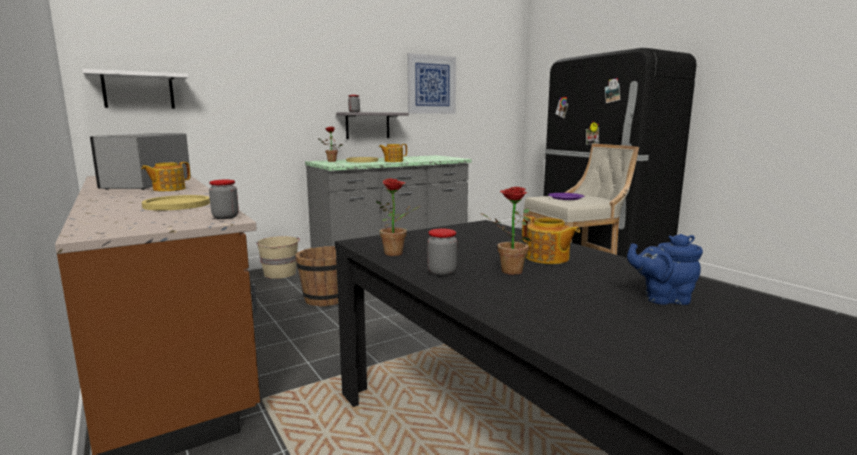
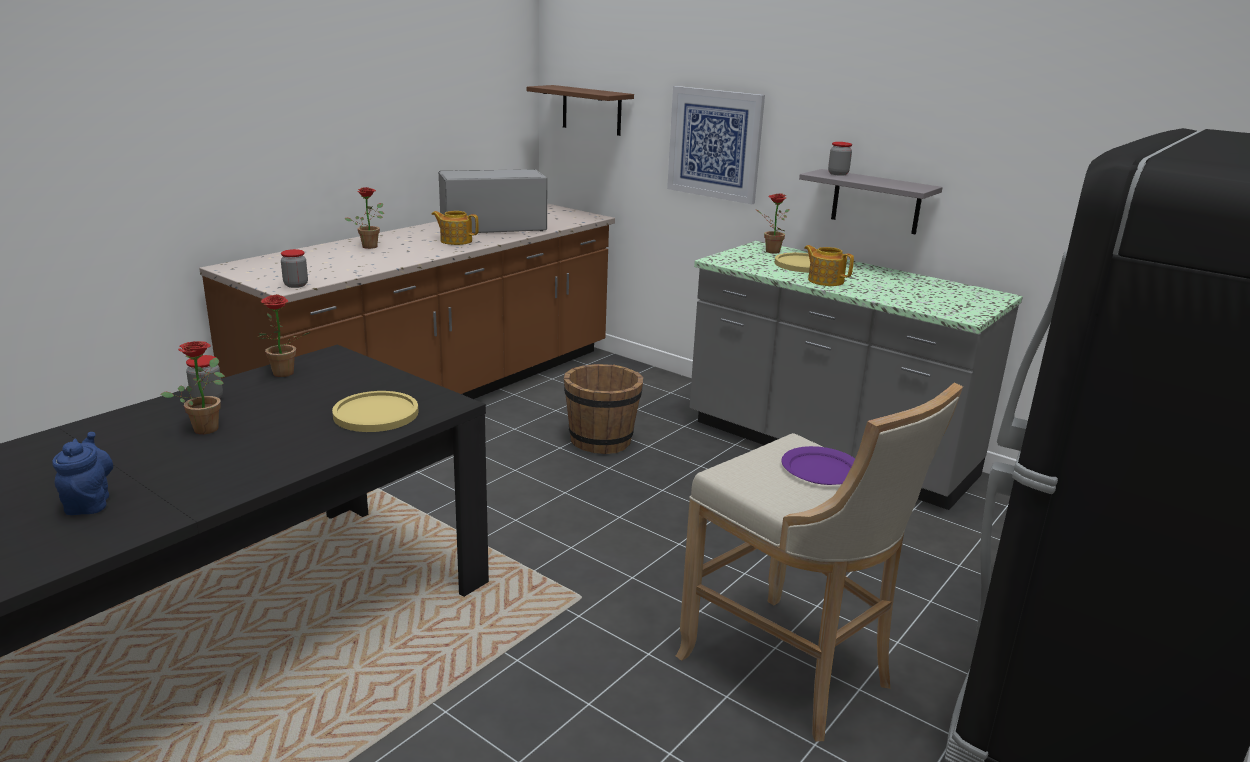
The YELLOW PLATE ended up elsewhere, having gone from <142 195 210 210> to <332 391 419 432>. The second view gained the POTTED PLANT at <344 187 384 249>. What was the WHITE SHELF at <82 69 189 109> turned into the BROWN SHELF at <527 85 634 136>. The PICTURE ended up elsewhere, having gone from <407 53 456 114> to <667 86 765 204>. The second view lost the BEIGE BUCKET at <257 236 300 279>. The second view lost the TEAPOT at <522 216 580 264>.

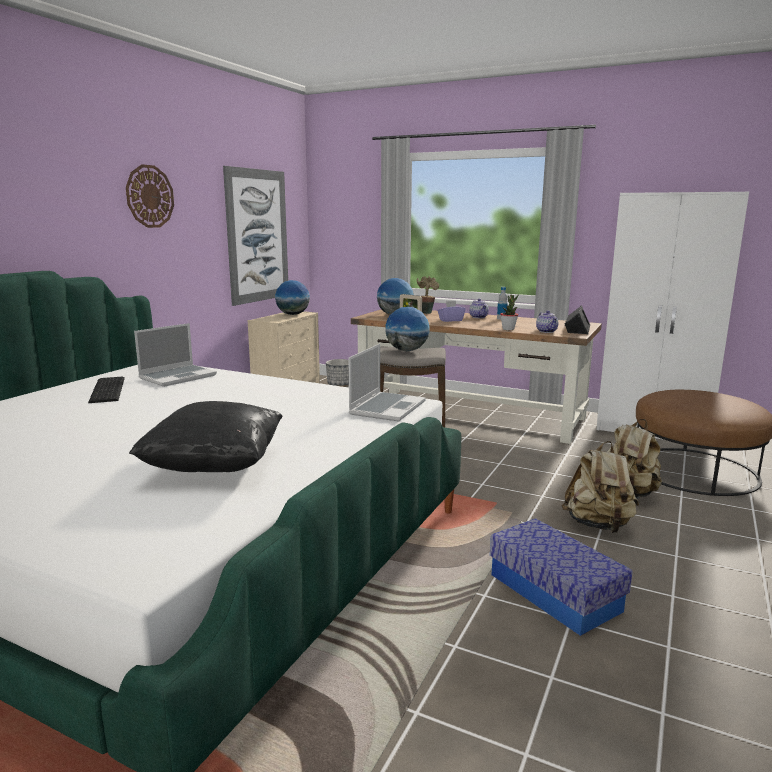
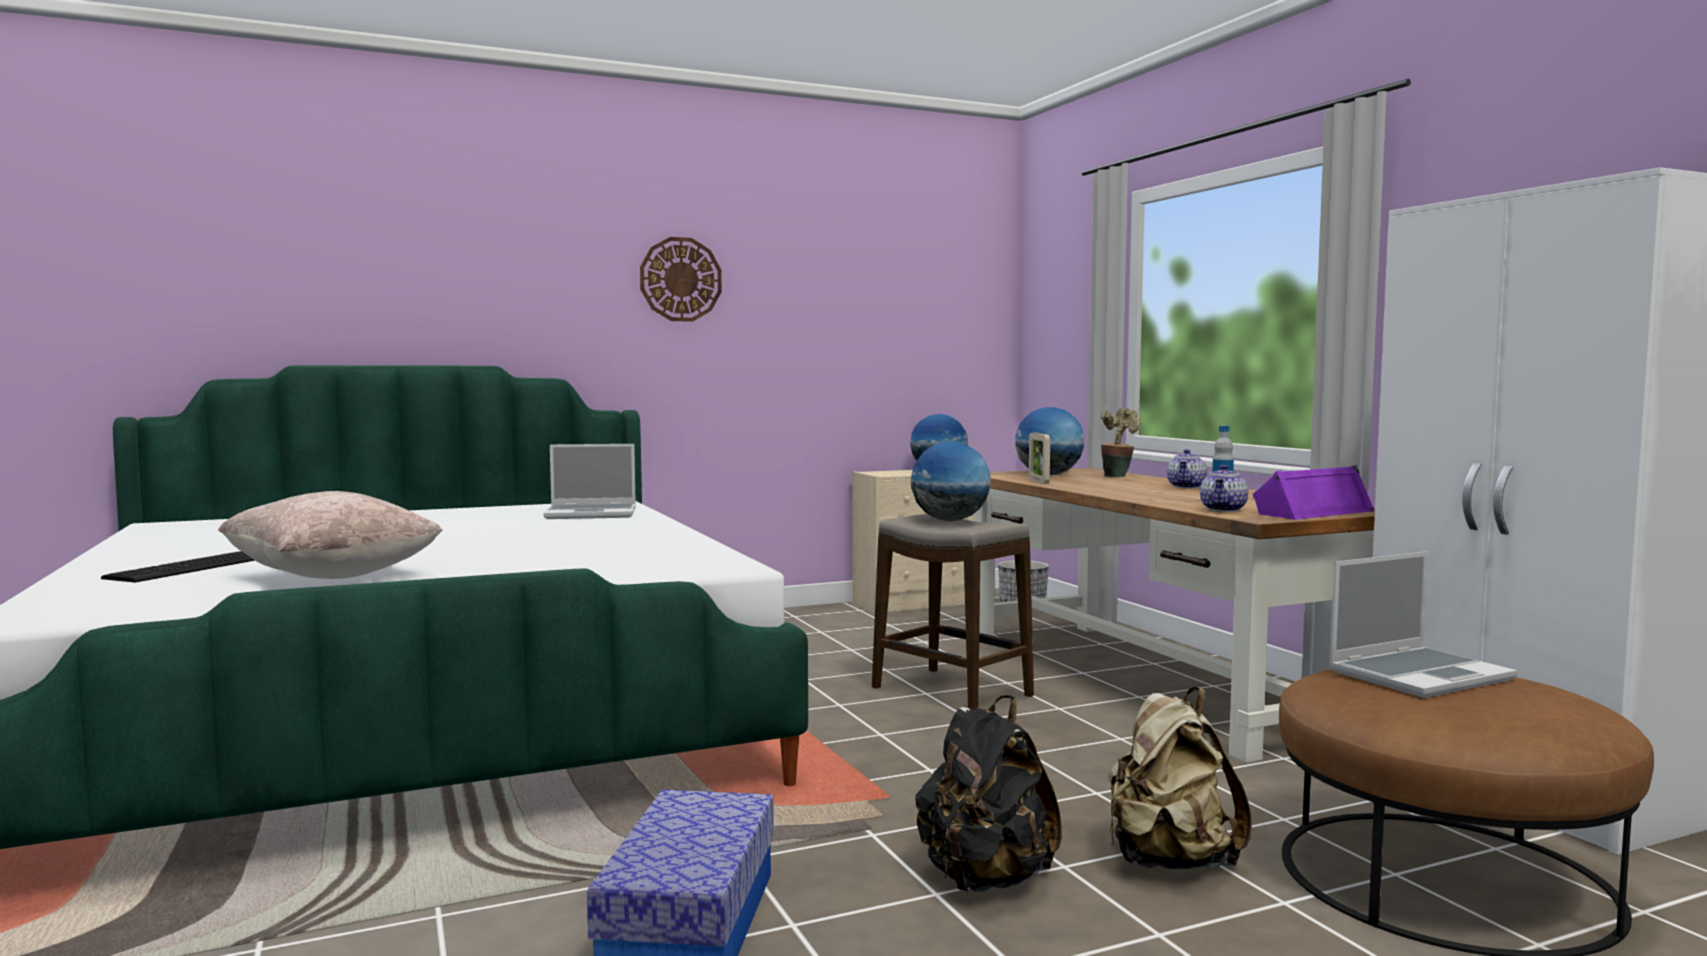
The KEYBOARD ended up elsewhere, having gone from <88 377 125 403> to <101 551 255 583>. What was the BLACK PILLOW at <129 401 283 472> turned into the BEIGE PILLOW at <218 491 443 579>. What was the BEIGE BACKPACK at <561 441 639 533> turned into the BLACK BACKPACK at <915 695 1062 892>. What was the BLACK SPEAKER at <565 305 590 334> turned into the PURPLE SPEAKER at <1252 465 1375 520>. The LAPTOP ended up elsewhere, having gone from <349 344 426 422> to <1329 551 1518 698>. The second view lost the PICTURE at <223 166 288 306>. The second view lost the PURPLE TISSUE BOX at <438 301 466 322>. The second view lost the POTTED PLANT at <500 294 519 330>.

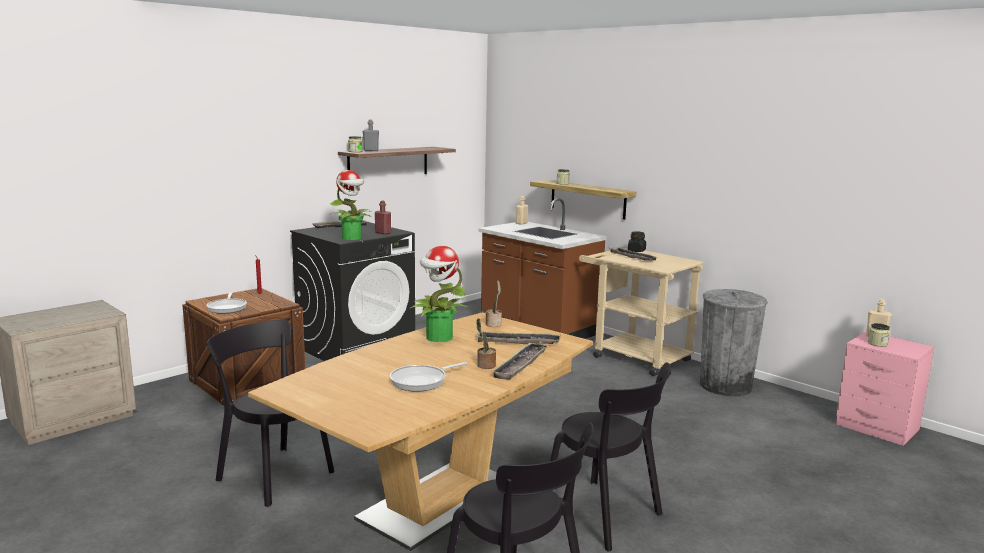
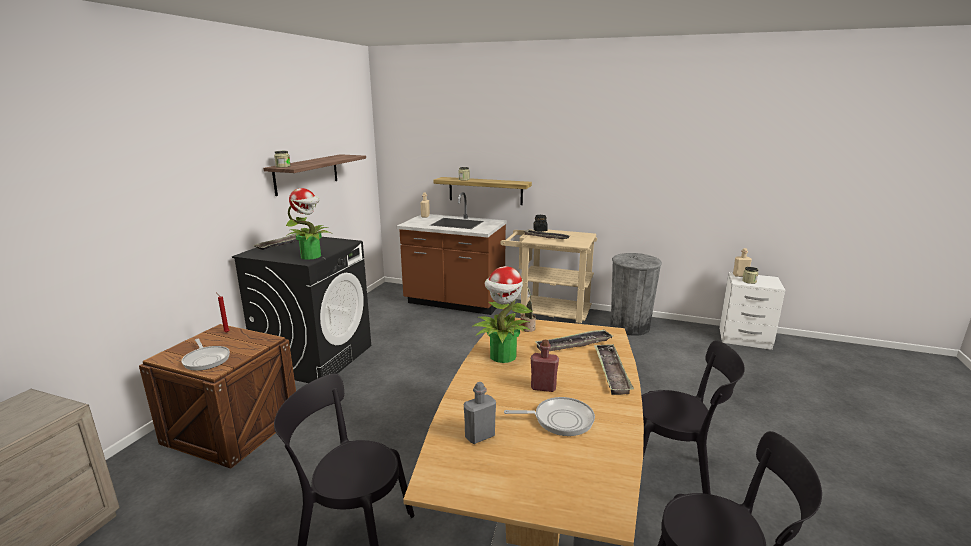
The GREY BOTTLE ended up elsewhere, having gone from <363 120 379 151> to <464 382 496 444>. The FRYING PAN at <390 362 467 392> ended up facing another way, 120 degrees counterclockwise from before. The RED BOTTLE ended up elsewhere, having gone from <375 201 391 234> to <531 340 559 392>. What was the PINK NIGHTSTAND at <836 332 934 446> turned into the WHITE NIGHTSTAND at <719 272 785 350>. The second view lost the POTTED PLANT at <476 318 496 369>.

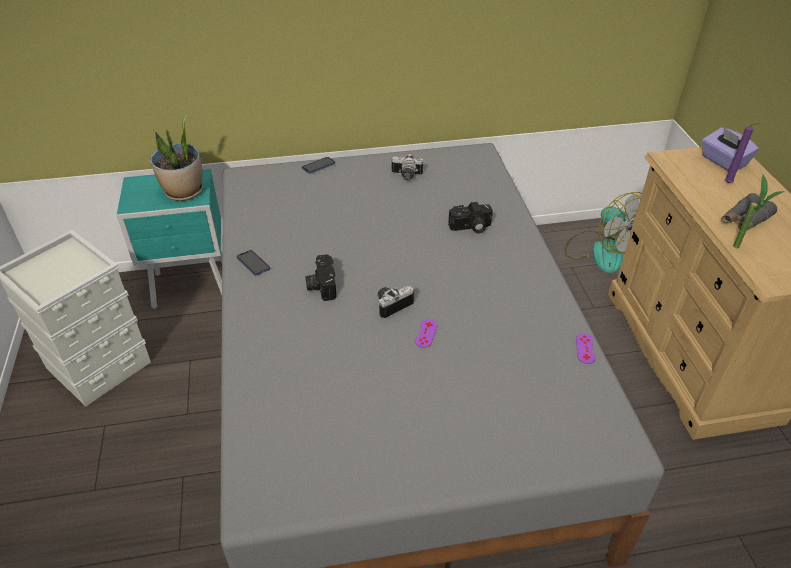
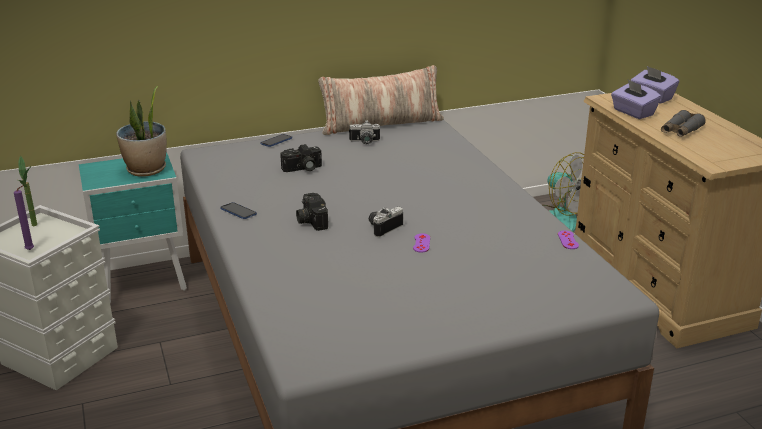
The PURPLE CANDLE ended up elsewhere, having gone from <725 123 760 183> to <14 185 34 250>. The POTTED PLANT ended up elsewhere, having gone from <733 175 784 248> to <18 156 37 226>. The PHOTO CAMERA ended up elsewhere, having gone from <448 202 493 233> to <280 144 322 172>. The second view gained the PILLOW at <318 65 444 135>. The second view gained the PURPLE TISSUE BOX at <611 80 661 119>.

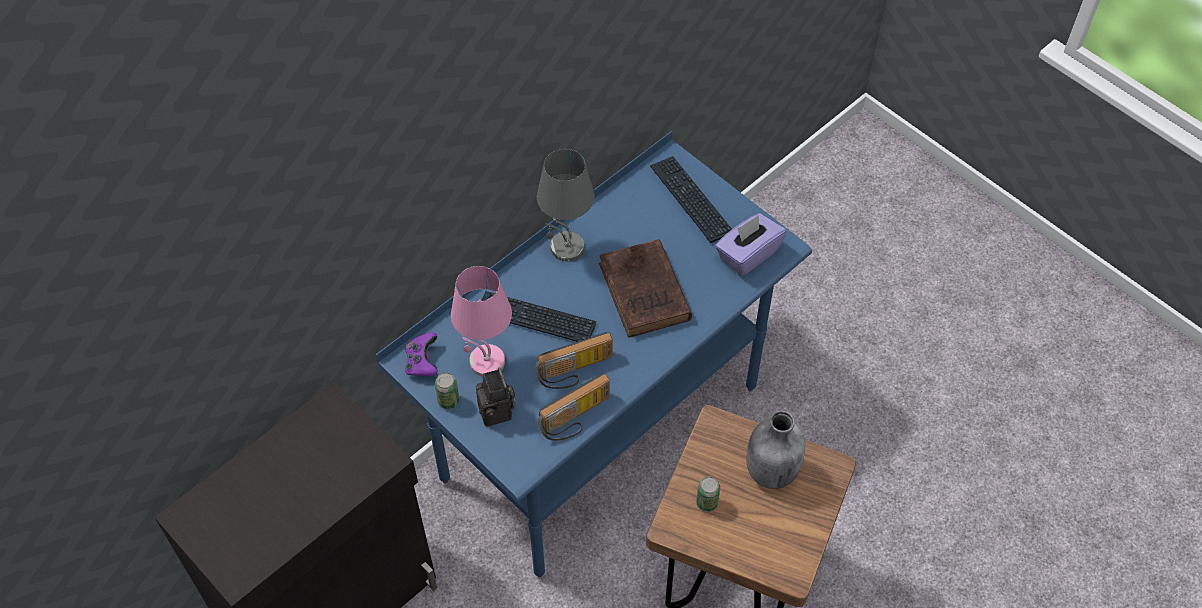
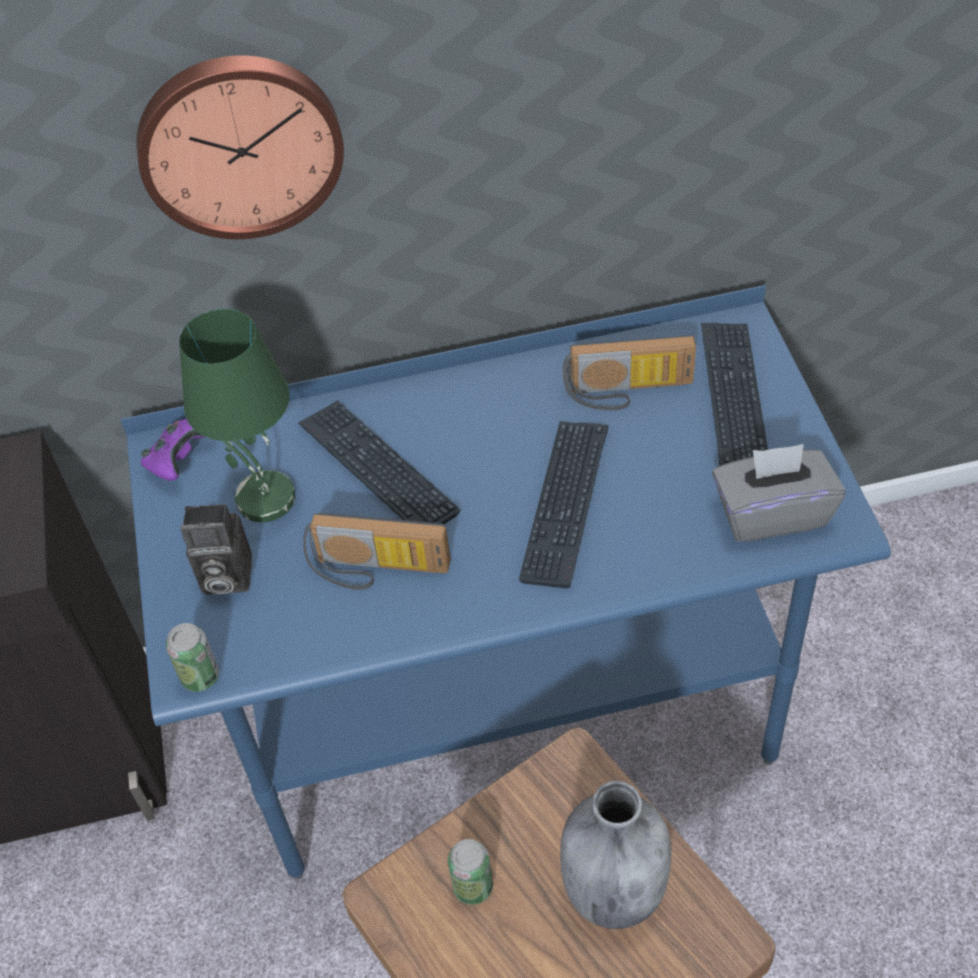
The second view gained the WALL CLOCK at <136 55 344 239>. The CAN ended up elsewhere, having gone from <435 372 459 409> to <166 623 219 692>. What was the PINK TABLE LAMP at <451 266 512 377> turned into the GREEN TABLE LAMP at <179 309 295 522>. The PHOTO CAMERA at <476 367 516 427> ended up facing another way, 75 degrees clockwise from before. Where the BROWN BOOK stood at <599 239 692 338>, the KEYBOARD came to stand at <519 421 608 588>. The RADIO ended up elsewhere, having gone from <538 373 610 441> to <562 335 696 410>. What was the PURPLE TISSUE BOX at <715 213 786 276> turned into the GREY TISSUE BOX at <712 444 846 542>. The second view lost the GREY TABLE LAMP at <537 149 595 261>.

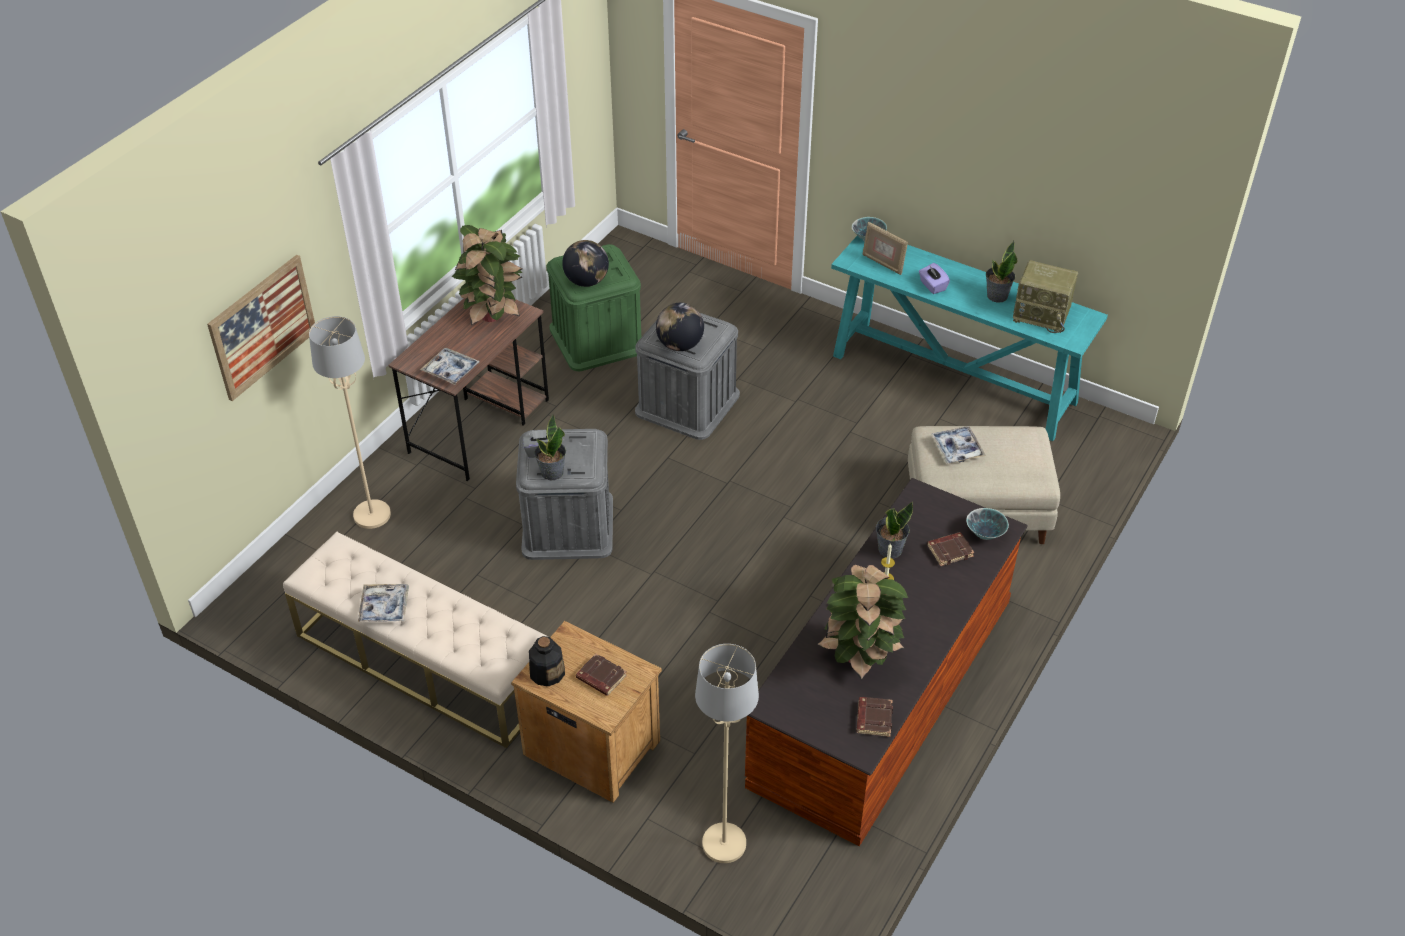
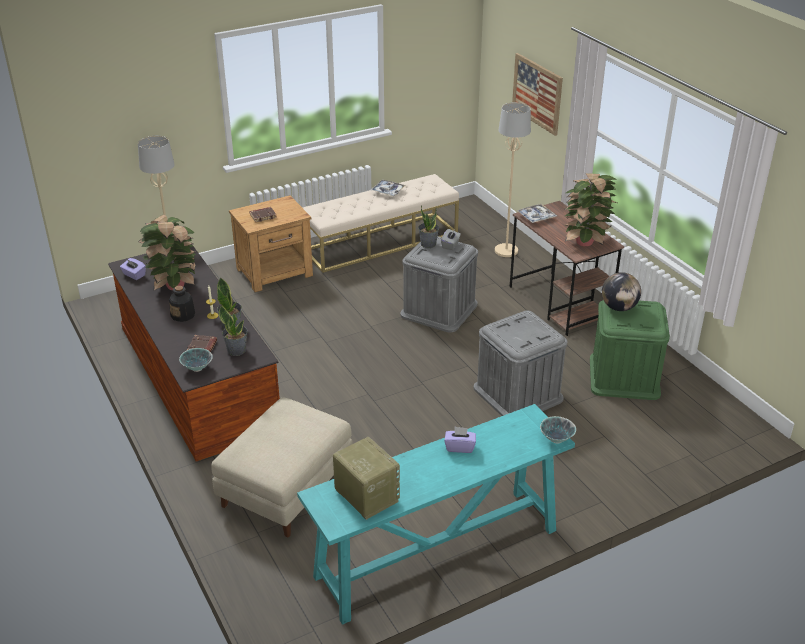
Where the BROWN BOOK stood at <856 697 893 737>, the PURPLE TISSUE BOX came to stand at <120 258 146 280>. The BOTTLE ended up elsewhere, having gone from <529 636 565 686> to <169 286 195 322>. The POTTED PLANT ended up elsewhere, having gone from <986 241 1017 303> to <219 305 247 356>. The RADIO at <1013 260 1078 333> ended up facing another way, 90 degrees clockwise from before. The second view lost the GLOBE at <656 303 704 351>. The second view lost the PICTURE FRAME at <862 222 908 275>. The second view lost the TRAY at <931 426 986 463>.

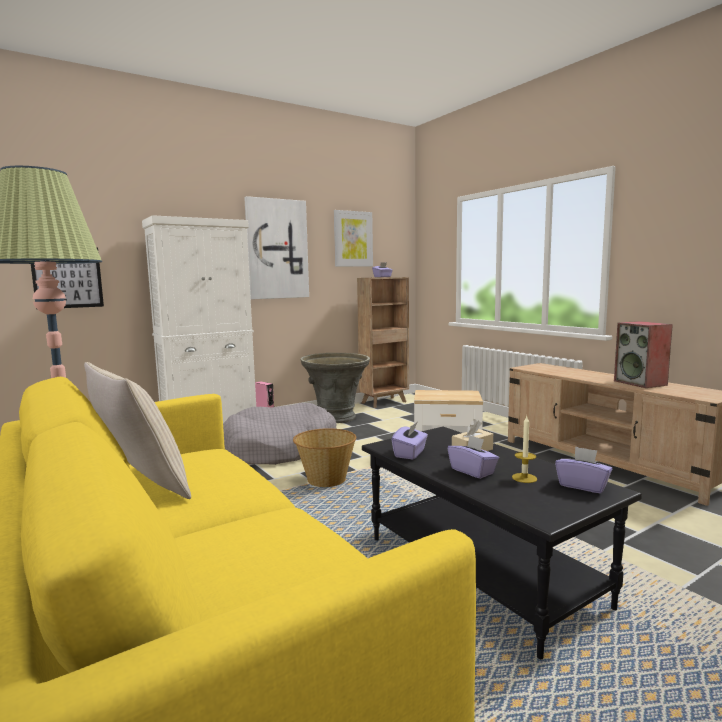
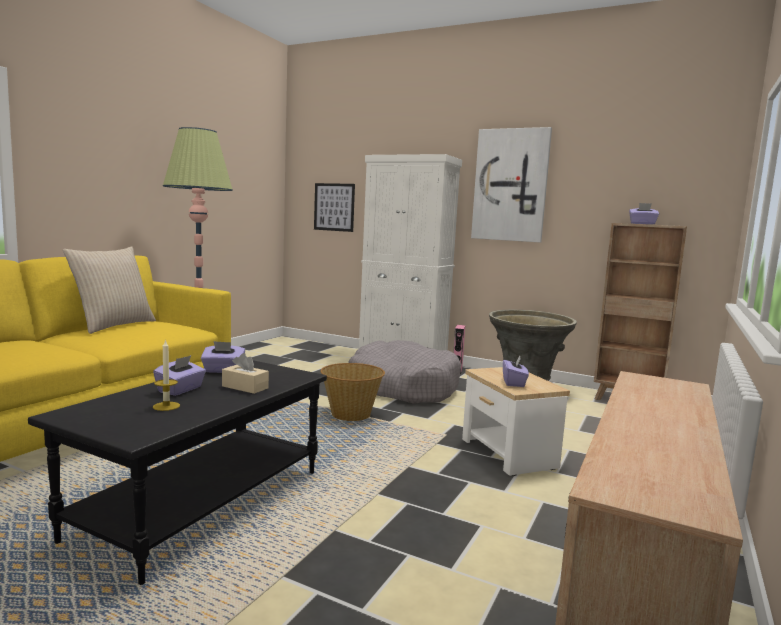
The PURPLE TISSUE BOX ended up elsewhere, having gone from <555 446 612 494> to <503 356 529 387>. The second view lost the PICTURE at <334 210 373 267>. The second view lost the SPEAKER at <614 321 673 388>.

